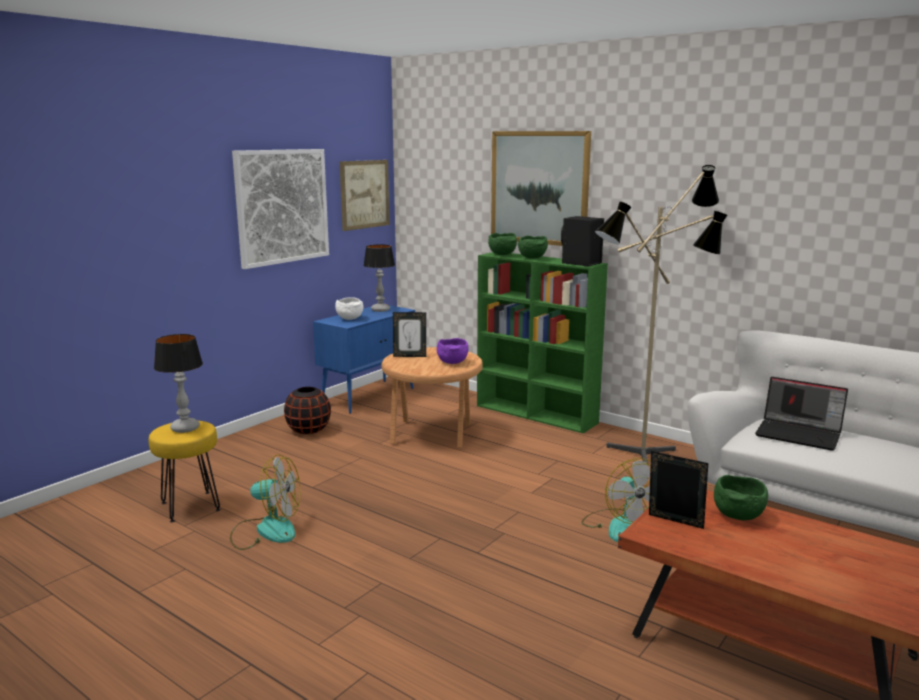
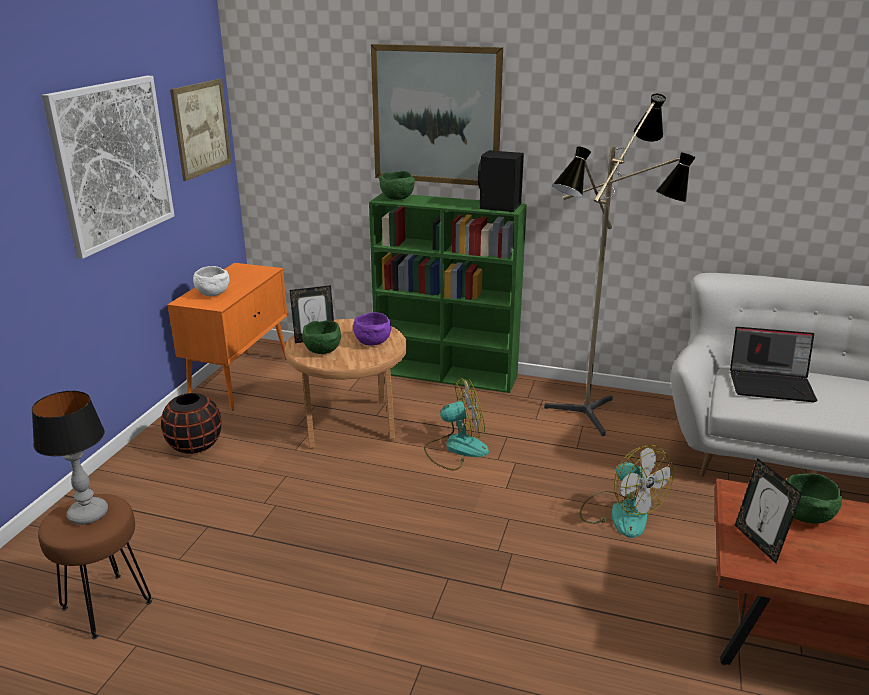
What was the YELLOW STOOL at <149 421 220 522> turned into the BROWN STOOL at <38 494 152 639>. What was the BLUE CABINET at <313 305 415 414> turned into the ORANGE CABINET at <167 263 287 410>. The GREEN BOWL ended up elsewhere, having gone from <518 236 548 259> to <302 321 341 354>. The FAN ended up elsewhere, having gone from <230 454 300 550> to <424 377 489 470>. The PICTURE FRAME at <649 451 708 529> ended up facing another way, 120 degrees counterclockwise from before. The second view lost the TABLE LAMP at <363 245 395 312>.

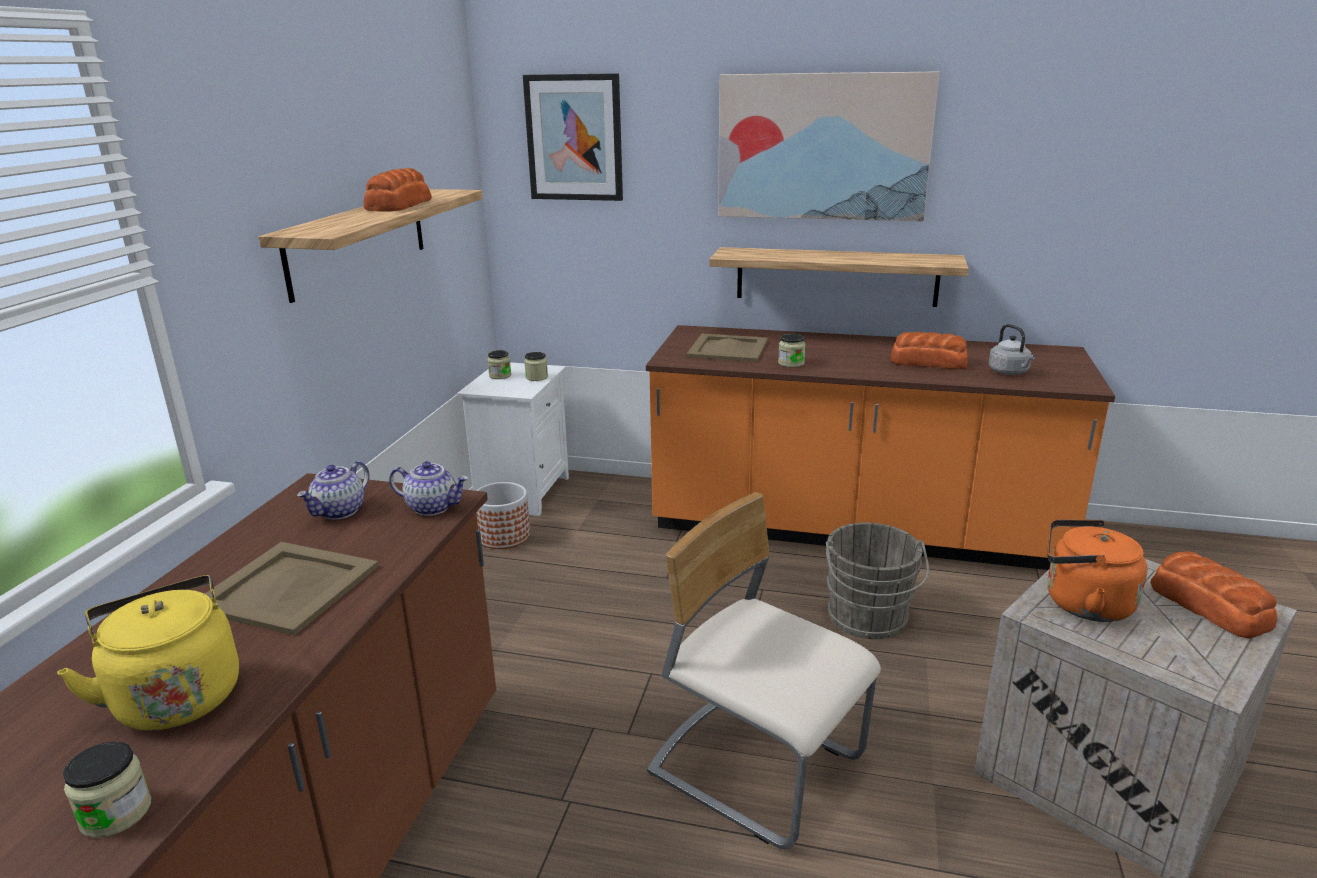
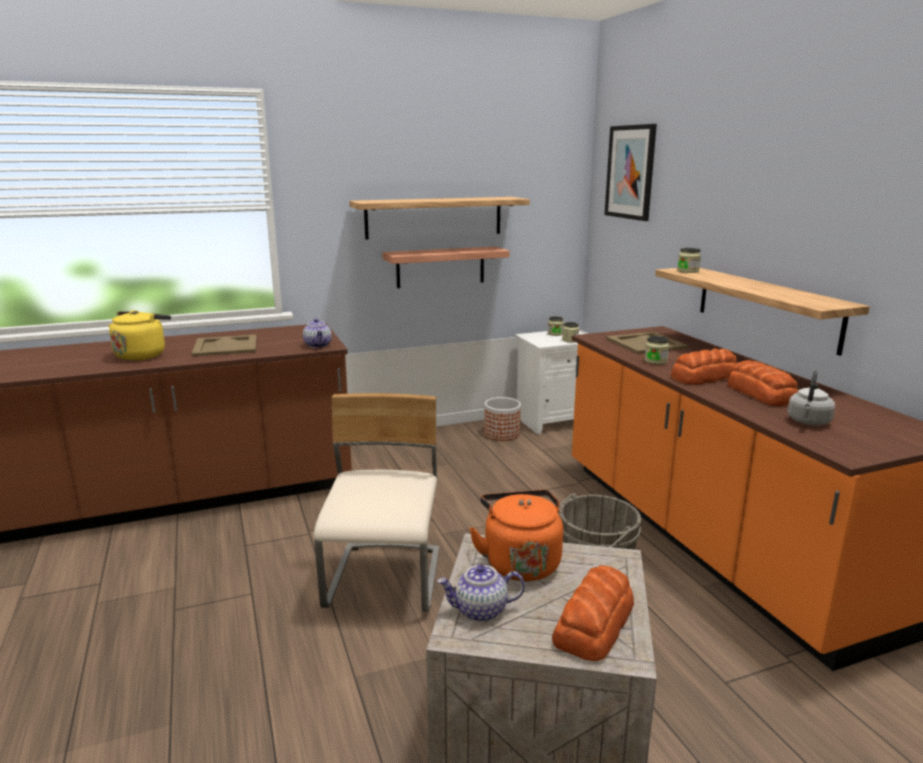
The second view gained the SHELF at <382 246 509 288>. The TEAPOT ended up elsewhere, having gone from <297 461 370 520> to <437 565 525 622>. The BREAD ended up elsewhere, having gone from <363 168 432 211> to <671 348 737 385>. The JAR ended up elsewhere, having gone from <63 741 151 838> to <677 248 701 273>. The second view lost the PICTURE at <718 71 940 221>.

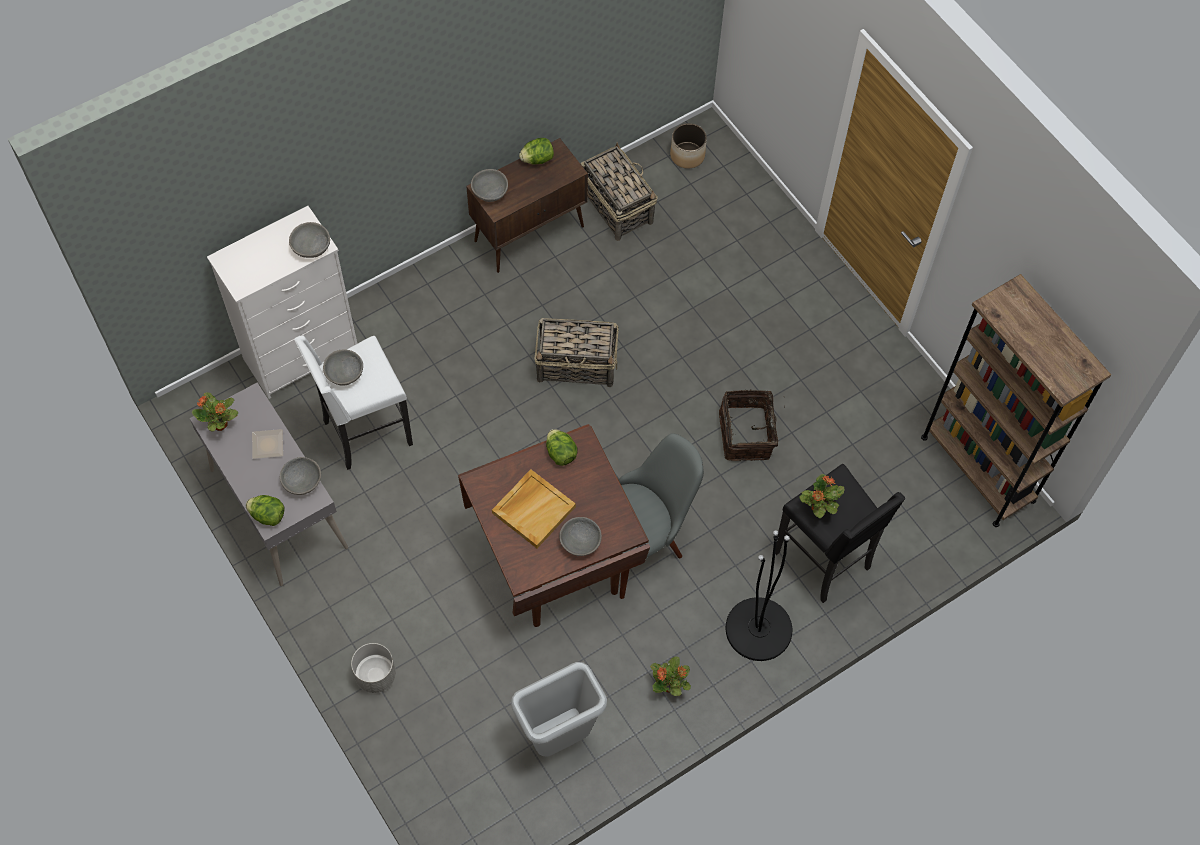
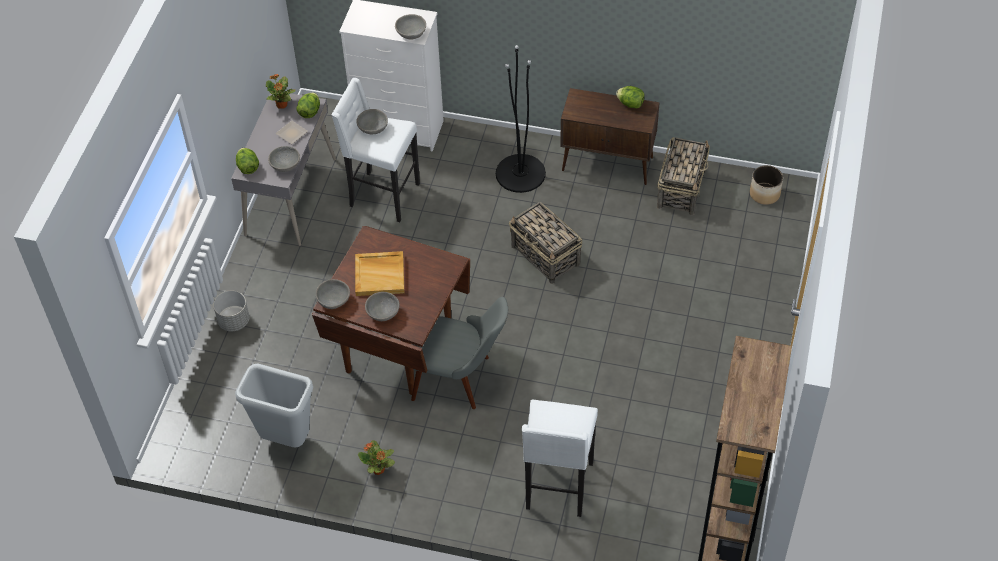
The LETTUCE ended up elsewhere, having gone from <546 429 578 466> to <296 92 320 118>. The GREY BOWL ended up elsewhere, having gone from <471 169 508 202> to <316 279 350 309>. The BLACK FLOOR LAMP ended up elsewhere, having gone from <726 530 792 661> to <496 45 546 193>. What was the BLACK STOOL at <775 464 905 603> turned into the WHITE STOOL at <522 400 598 517>. The second view lost the BASKET at <719 390 778 461>. The second view lost the POTTED PLANT at <799 474 845 518>.

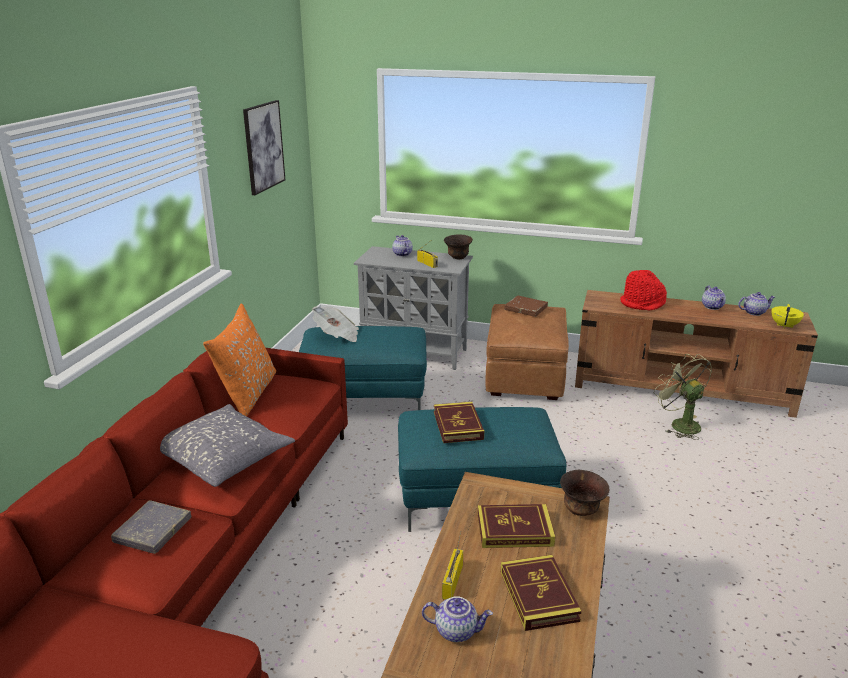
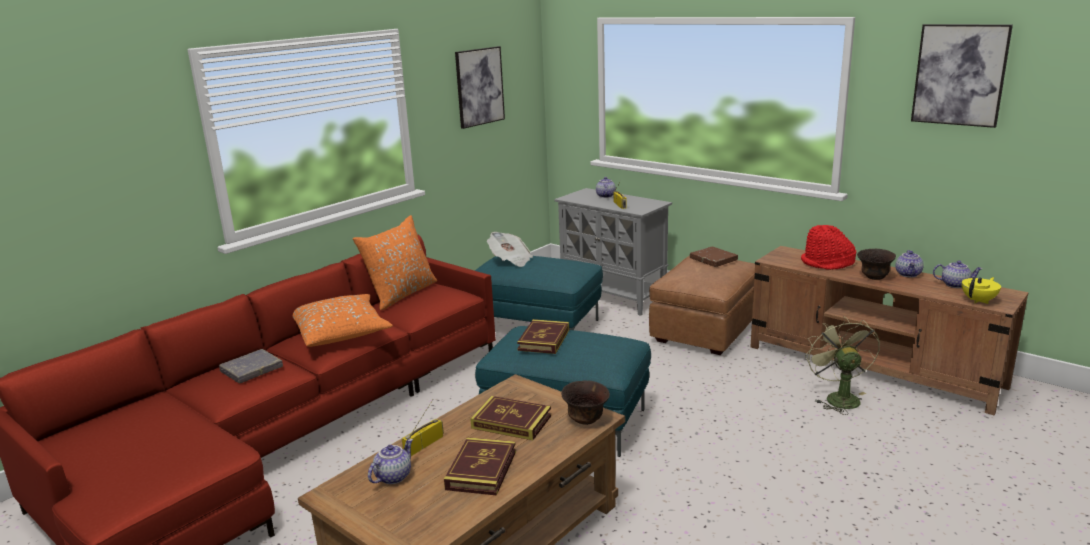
What was the GREY PILLOW at <160 404 295 487> turned into the ORANGE PILLOW at <293 294 393 347>. The TEAPOT at <422 596 493 642> ended up facing another way, 90 degrees counterclockwise from before. The BROWN BOWL ended up elsewhere, having gone from <444 234 473 260> to <857 249 896 280>. The second view gained the PICTURE at <911 24 1013 128>.

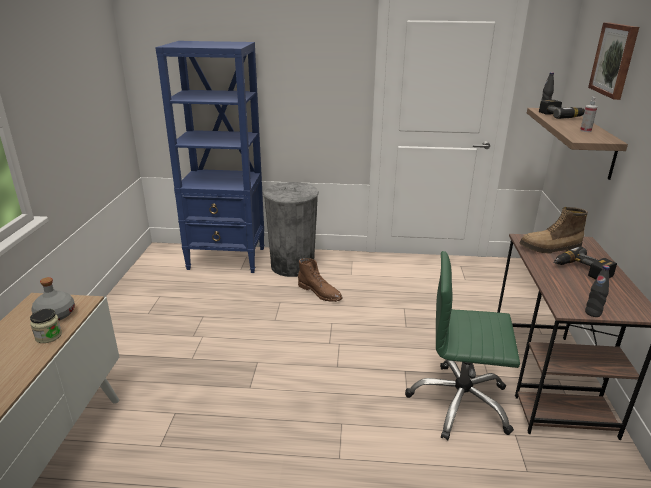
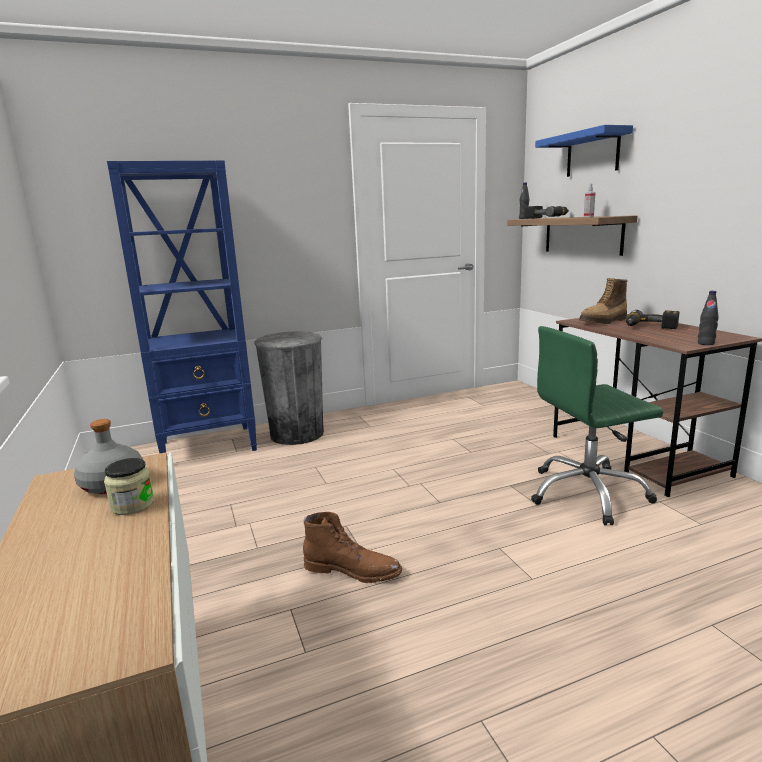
The BROWN BOOT ended up elsewhere, having gone from <298 258 343 302> to <303 512 402 583>. Where the PICTURE hung at <588 22 639 100>, the BLUE SHELF came to hang at <535 125 633 177>.

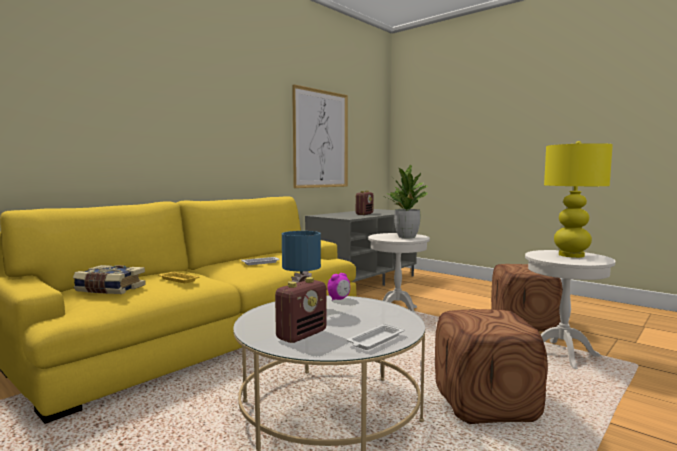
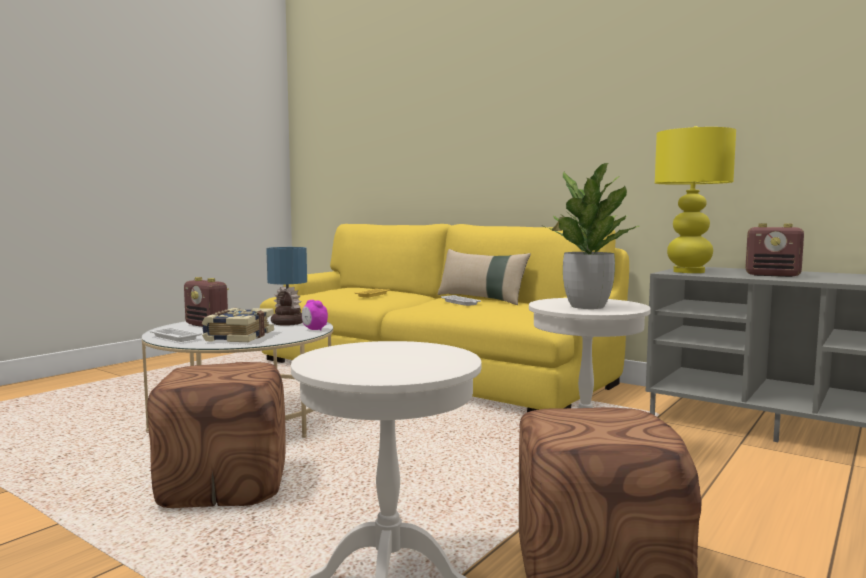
The BOOK ended up elsewhere, having gone from <73 265 146 294> to <202 308 274 342>. The second view gained the BEIGE PILLOW at <438 249 531 305>. The YELLOW TABLE LAMP ended up elsewhere, having gone from <544 141 613 258> to <655 126 736 273>. The second view lost the PICTURE at <292 84 348 188>.

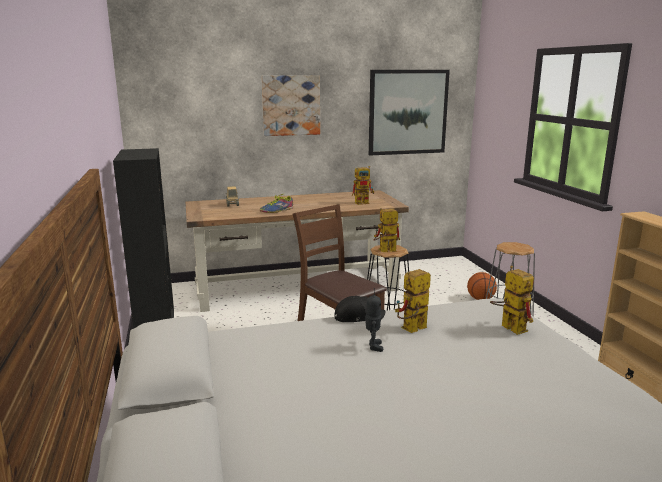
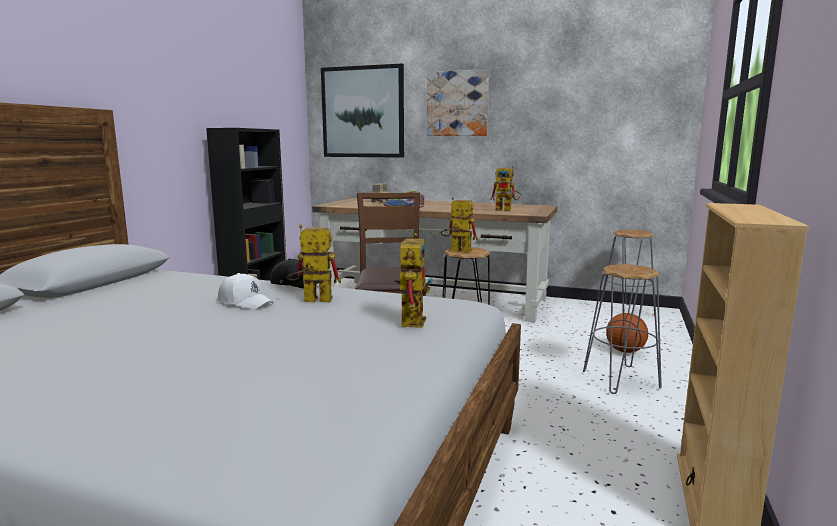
Where the TOY ROBOT stood at <365 288 383 352>, the WHITE CAP came to stand at <218 273 273 310>. The PICTURE ended up elsewhere, having gone from <369 70 450 155> to <321 64 404 158>. The second view gained the GREY STOOL at <599 230 654 313>.

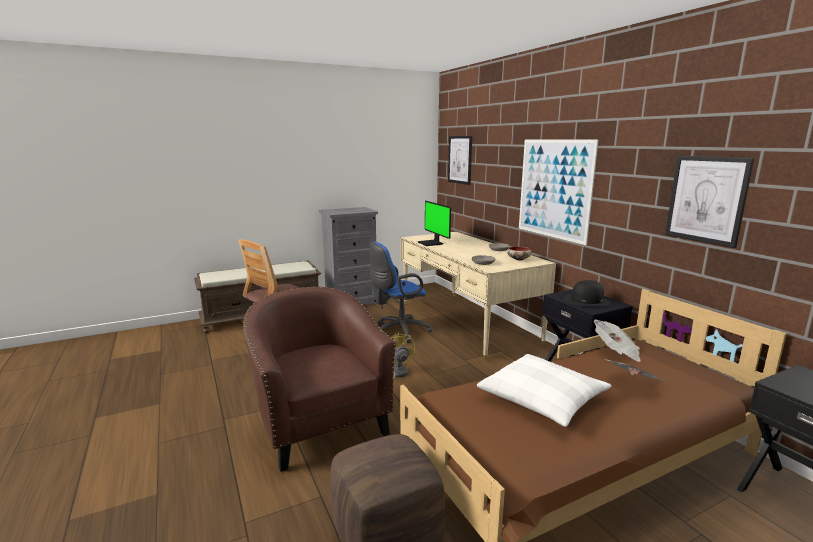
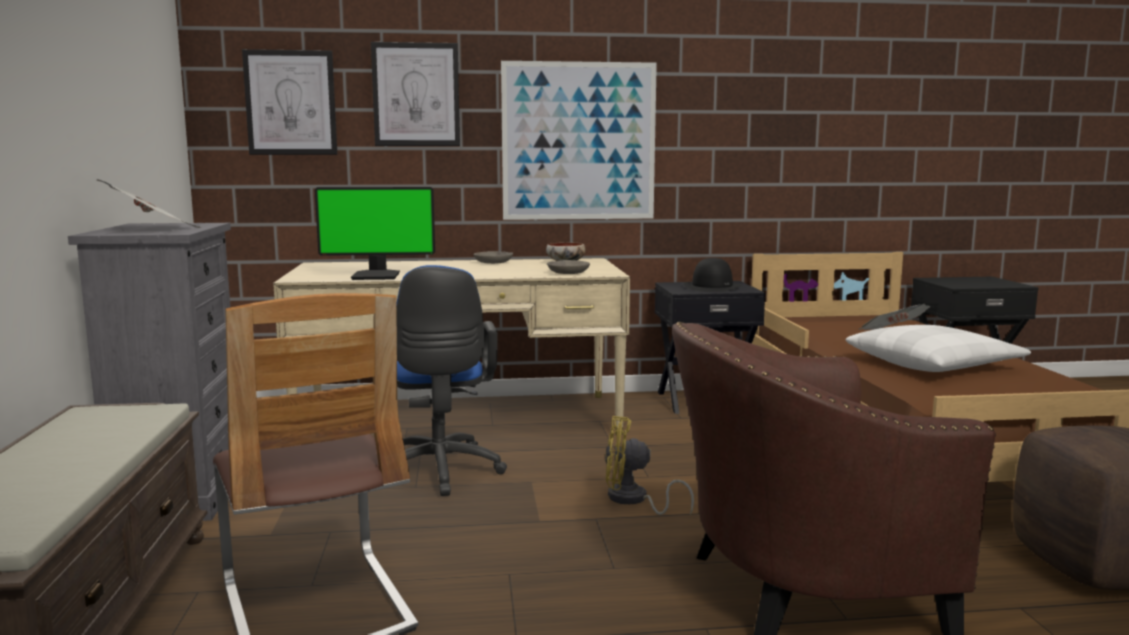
The NEWSPAPER ended up elsewhere, having gone from <594 319 640 362> to <97 179 201 228>. The PICTURE ended up elsewhere, having gone from <665 156 754 248> to <371 42 460 146>.

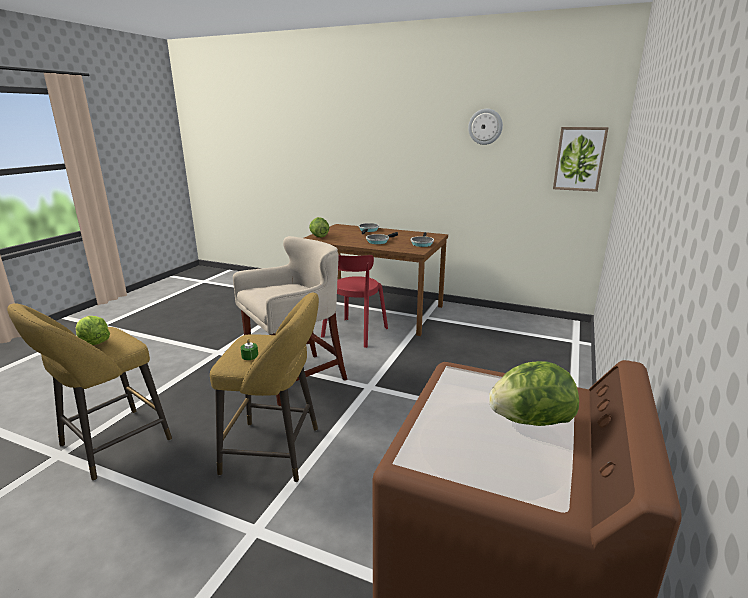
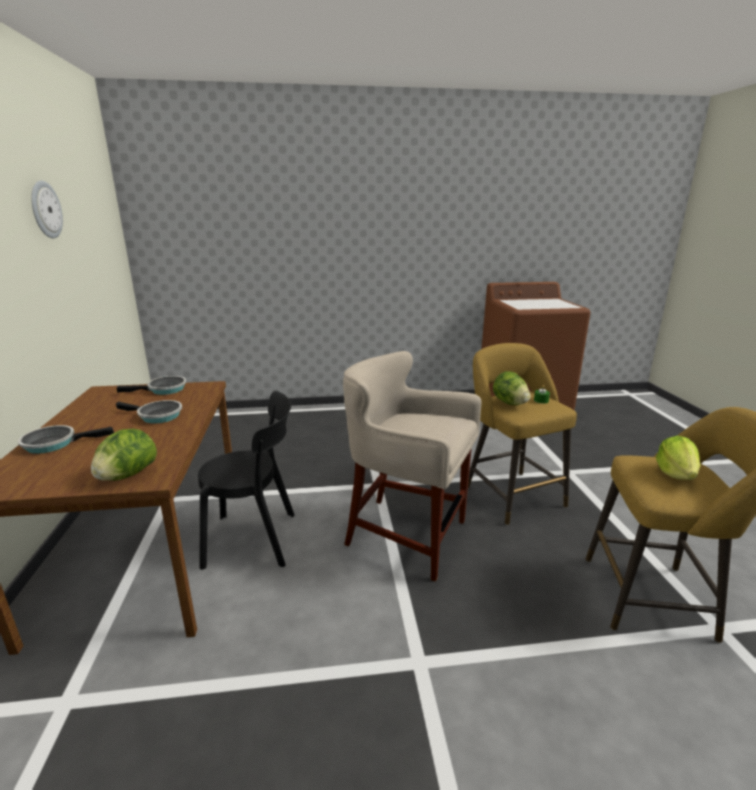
What was the RED CHAIR at <321 255 388 348> turned into the BLACK CHAIR at <198 391 294 570>. The LETTUCE ended up elsewhere, having gone from <489 361 579 426> to <493 371 531 405>. The second view lost the PICTURE at <553 127 609 192>.

